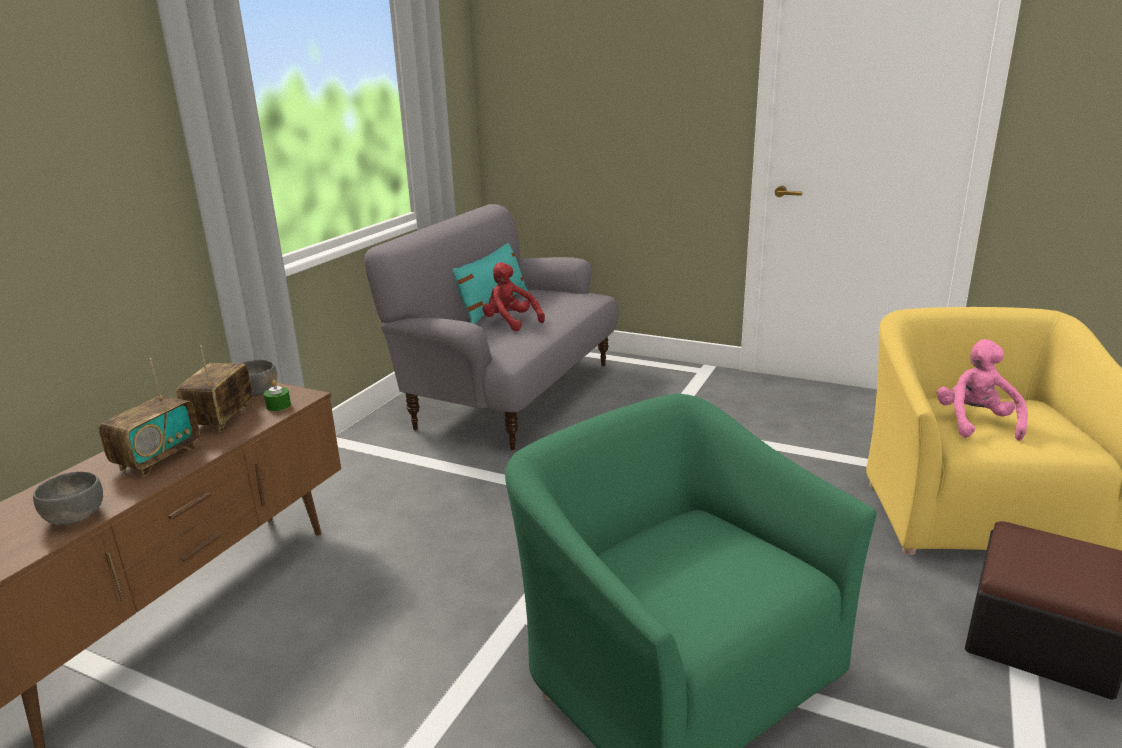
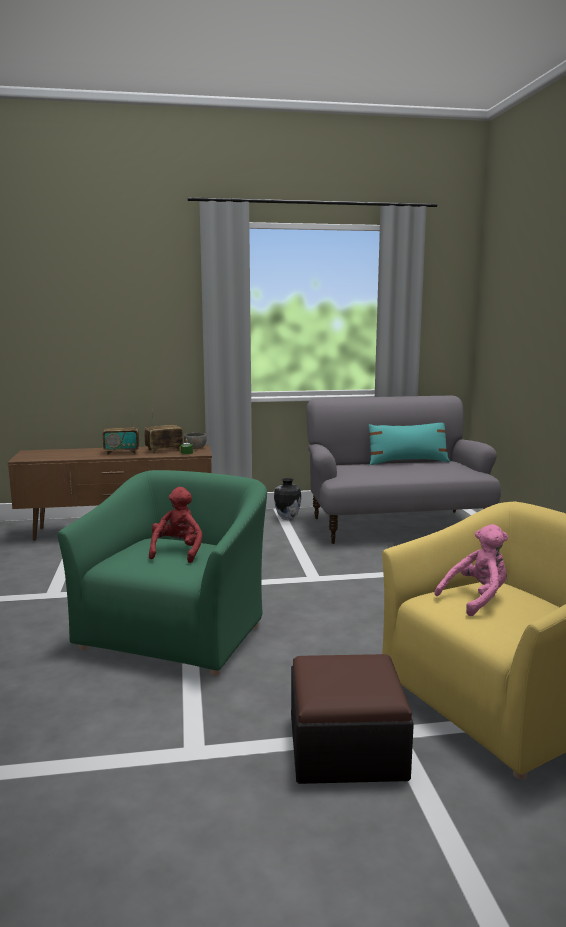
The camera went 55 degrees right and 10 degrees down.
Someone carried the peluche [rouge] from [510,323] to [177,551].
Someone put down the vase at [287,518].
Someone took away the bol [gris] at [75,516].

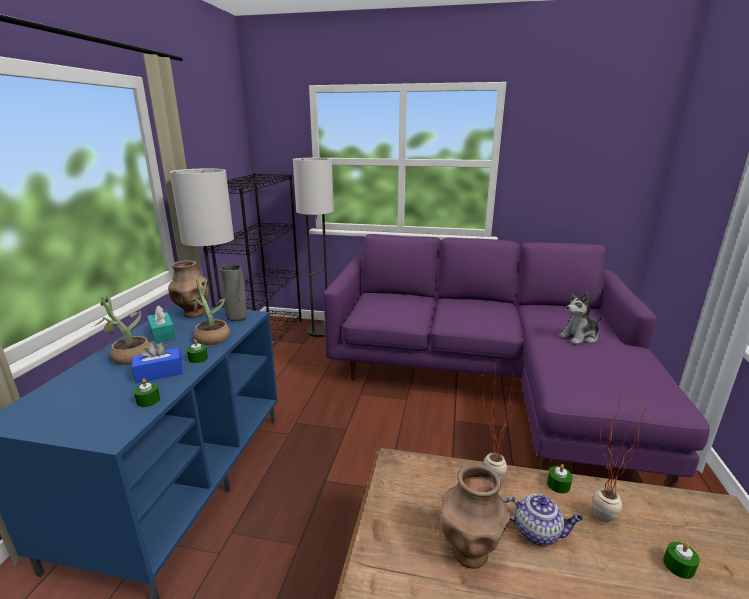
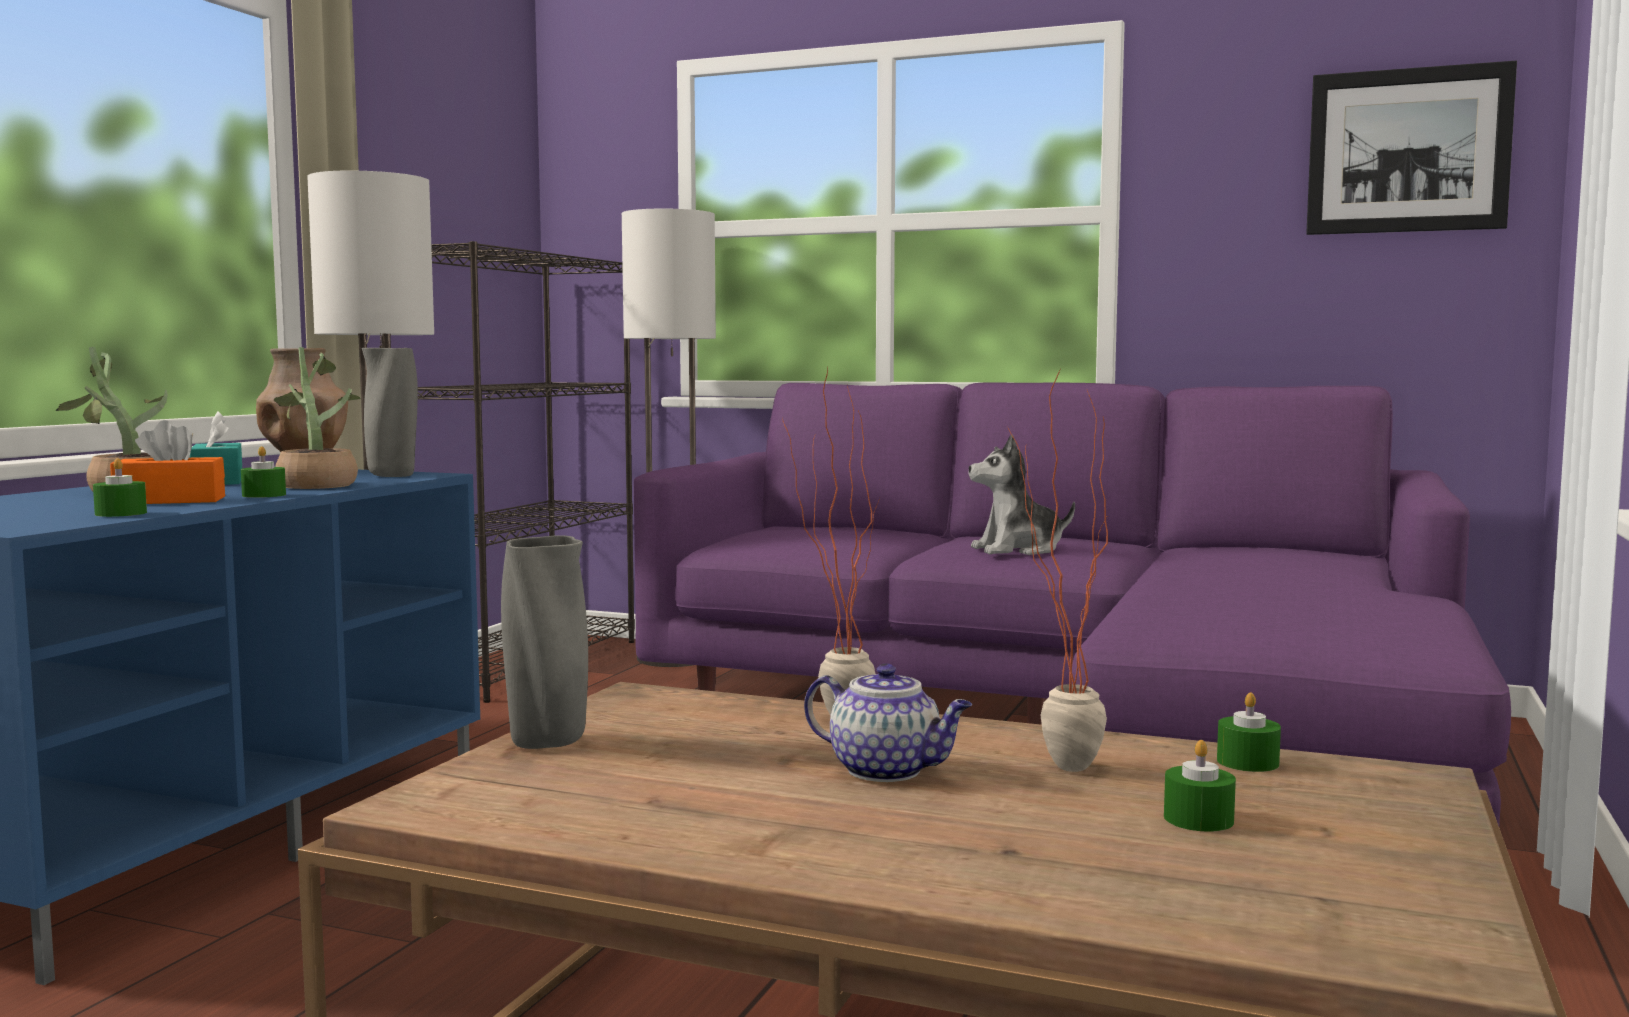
The camera went 10 degrees right and 15 degrees down.
Someone repainted the boîte à mouchoirs [bleu] at [159,373], which became the boîte à mouchoirs [orange] at [170,500].
Someone put down the vase [gris] at [547,743].
Someone carried the peluche from [579,337] to [1018,550].
Someone carried the bougie [vert] from [558,485] to [1247,762].
Someone put up the tableau at [1408,151].
Someone took away the vase [marron] at [470,551].

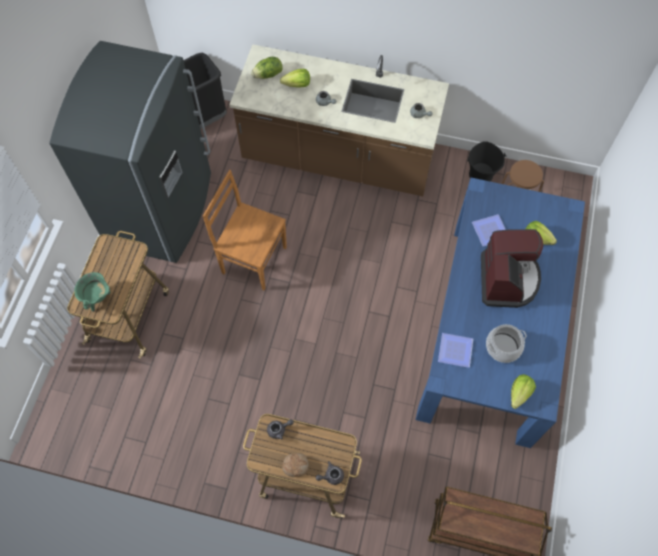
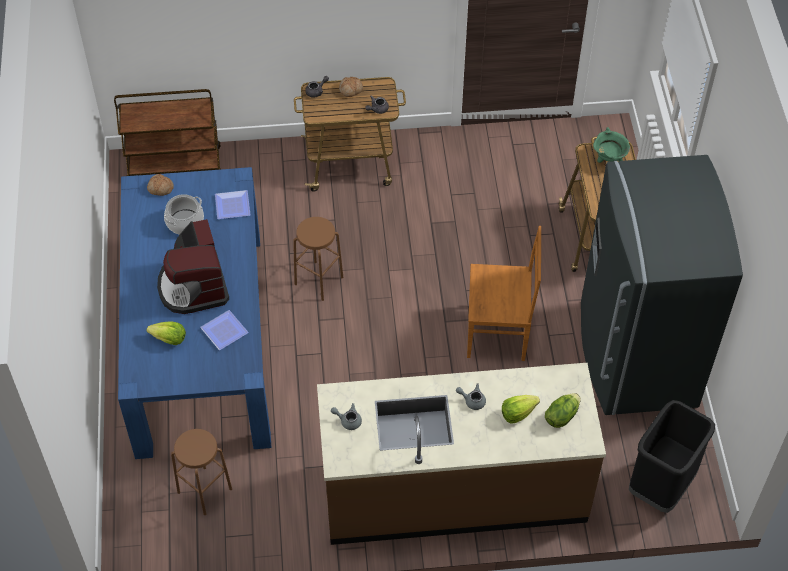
The camera went 160 degrees right and 10 degrees down.
Someone swapped the laitue at [519,393] for the pain at [160,188].
Someone put down the tabouret [marron] at [319,280].
Someone took away the seau [noir] at [481,174].

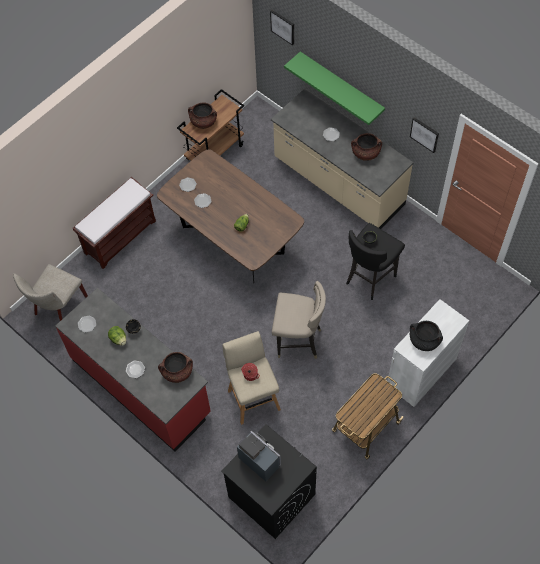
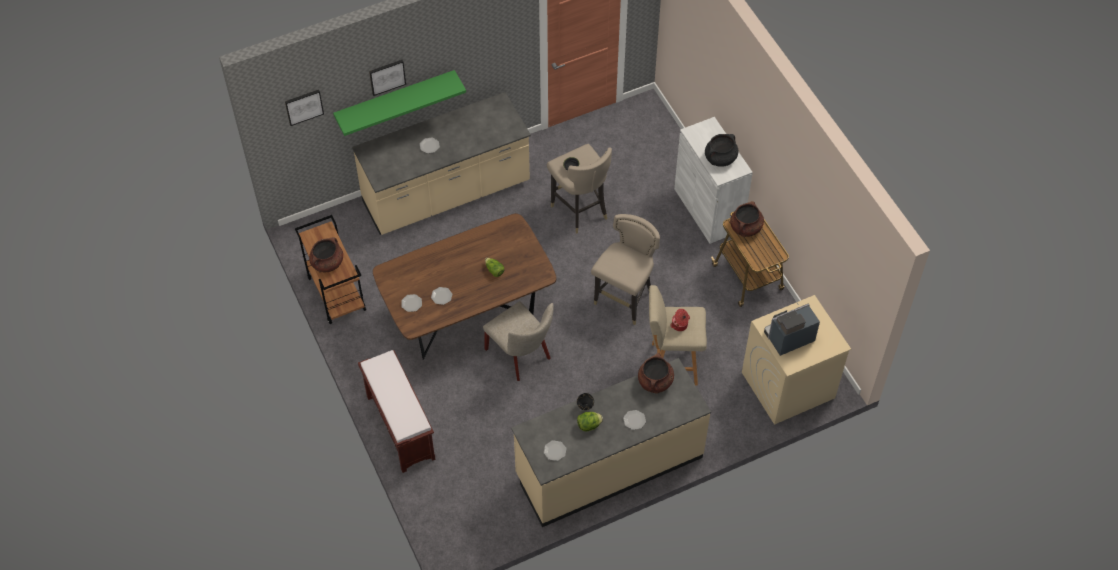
The camera went 70 degrees left and 5 degrees down.
Someone carried the tableau from [424,134] to [387,76].
Someone carried the chaise [beige] from [58,308] to [521,355].
Someone repainted the comptoir de cuisine [rouge] at [141,386], which became the comptoir de cuisine [beige] at [608,465].
Someone repainted the tabouret [noir] at [370,277], which became the tabouret [beige] at [579,210].
Someone carried the marmite [marron] from [365,153] to [745,228].
Someone repainted the lave-linge [noir] at [271,495], which became the lave-linge [beige] at [787,385].

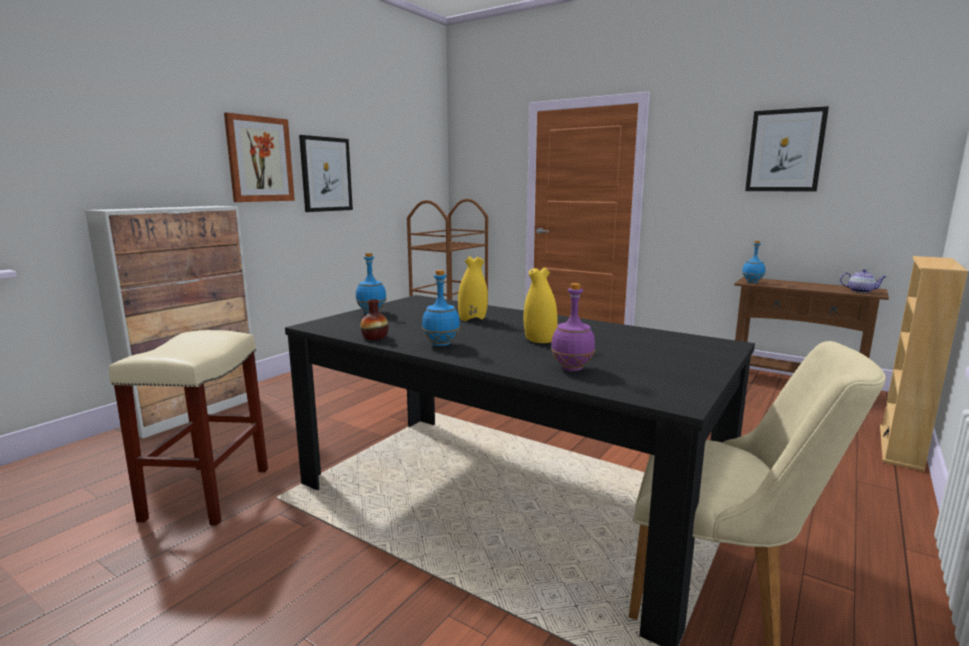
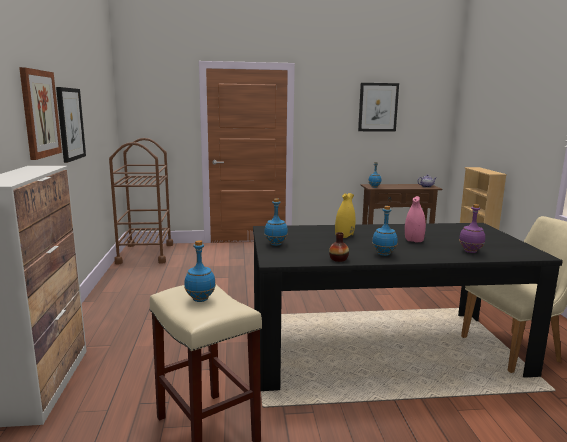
The camera went 40 degrees left and 0 degrees up.
Someone put down the bouteille [bleu] at [200,299].
Someone repainted the vase [jaune] at [540,340], which became the vase [rose] at [413,240].

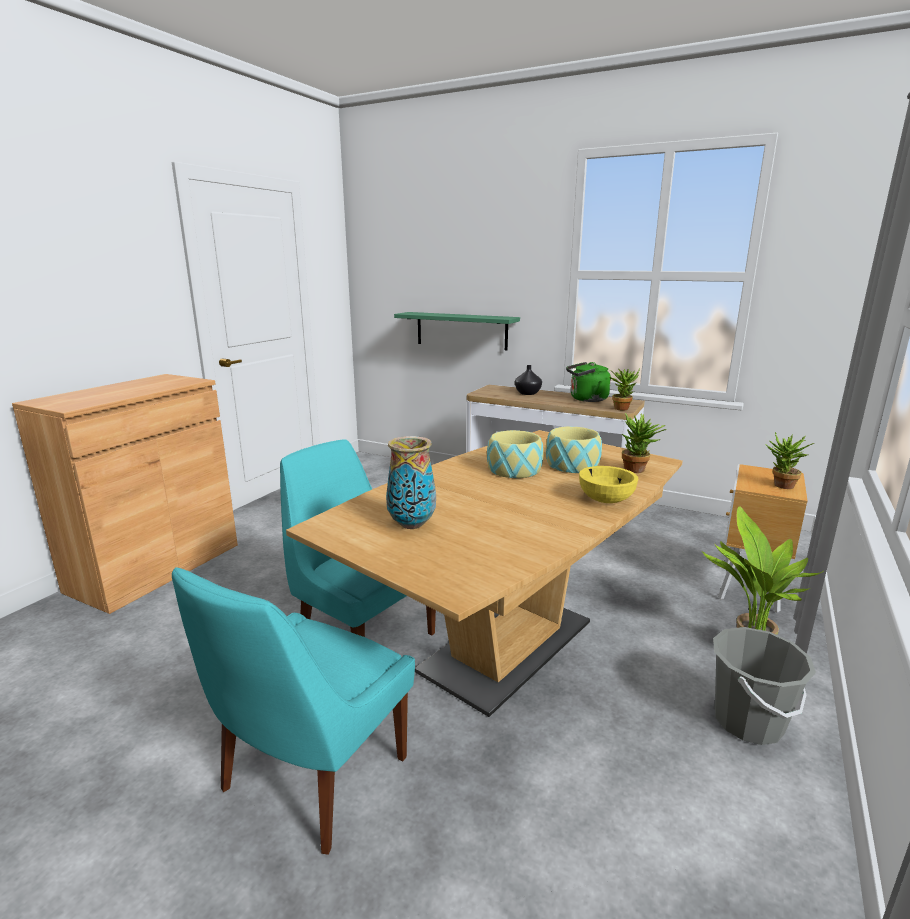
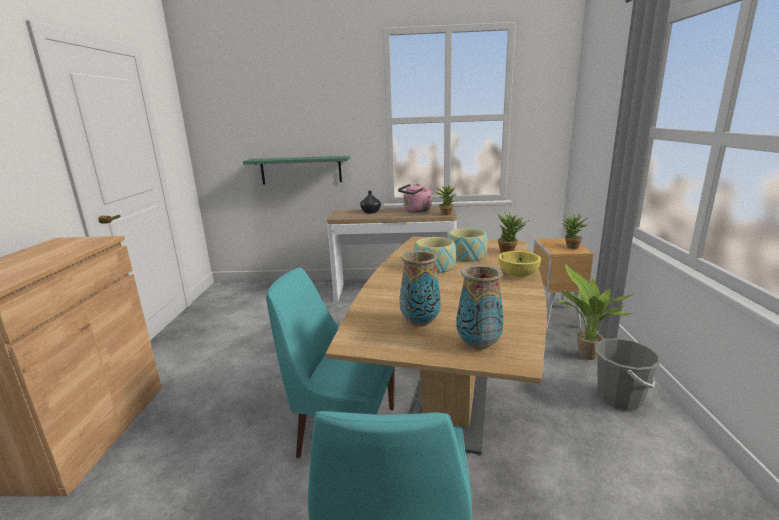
The camera went 25 degrees left and 0 degrees up.
Someone repainted the bouilloire [vert] at [586,399], which became the bouilloire [rose] at [416,211].
Someone put down the vase at [479,345].

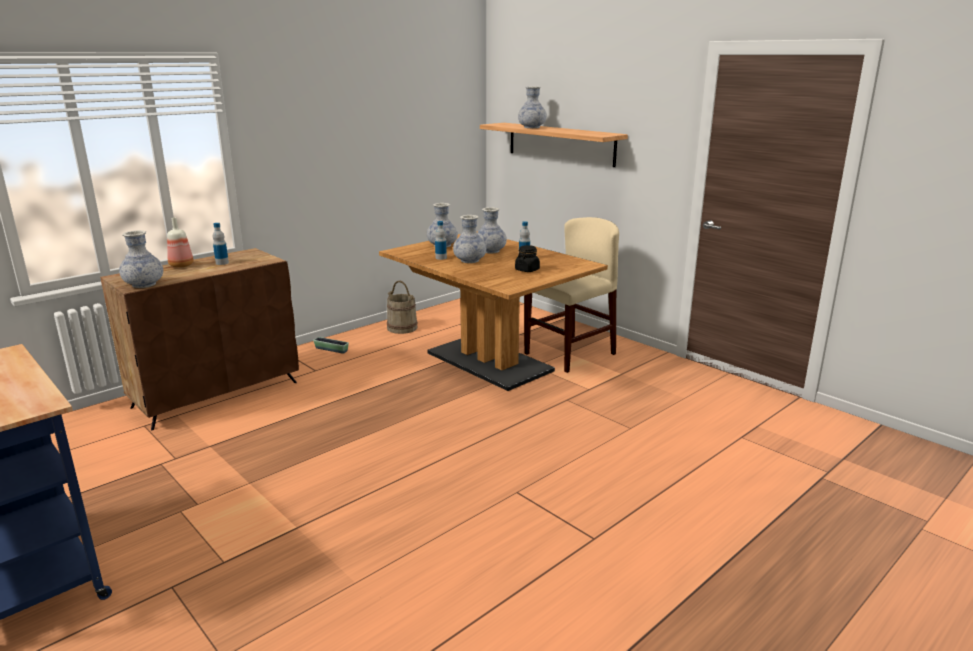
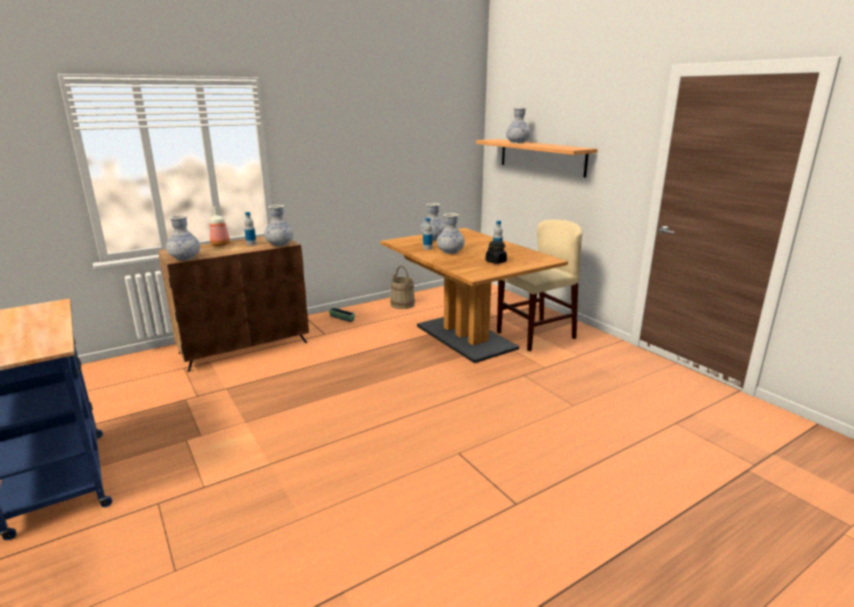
The camera went 10 degrees right and 0 degrees up.
Someone carried the vase from [490,251] to [280,244].

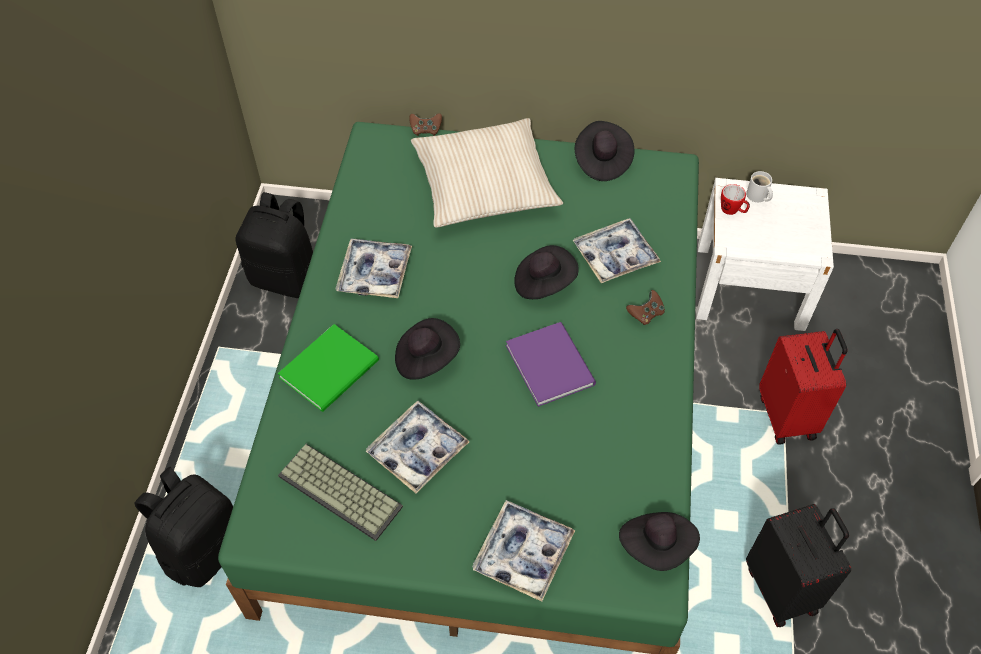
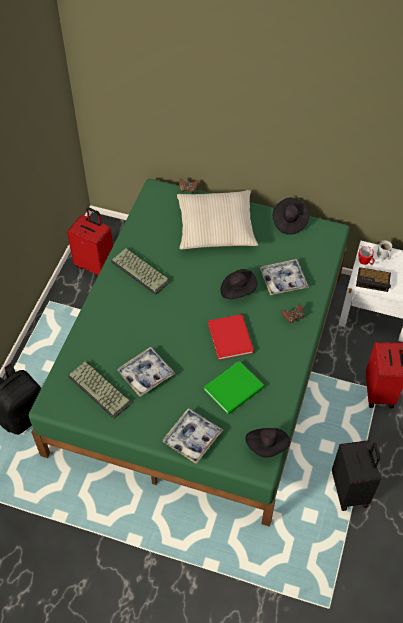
The camera went 10 degrees right and 0 degrees up.
Someone swapped the sac à dos [noir] at [287,277] for the valise [rouge] at [96,265].
Someone swapped the plateau at [375,273] for the clavier at [141,271].
Someone carried the livre [vert] from [332,368] to [235,388].
Someone repainted the livre [violet] at [550,362], which became the livre [rouge] at [231,336].
Someone put down the réveil at [373,281].
Someone took away the chapeau [noir] at [426,358].

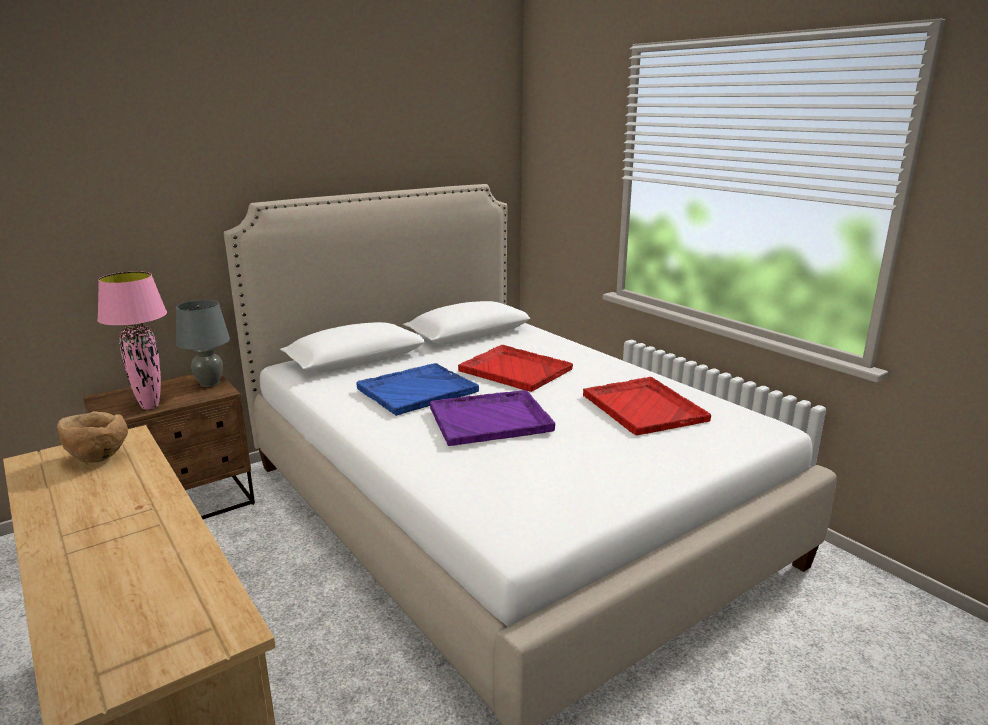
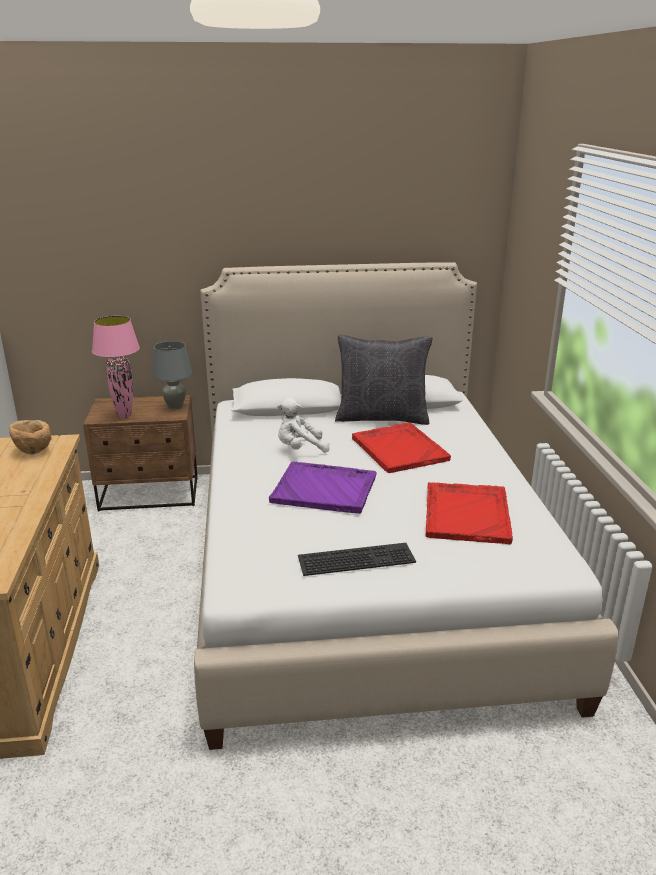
The camera went 30 degrees right and 5 degrees up.
Someone swapped the plateau [bleu] at [416,390] for the peluche [blanc] at [300,449].
Someone put down the clavier at [357,558].
Someone put down the coussin [noir] at [382,417].

